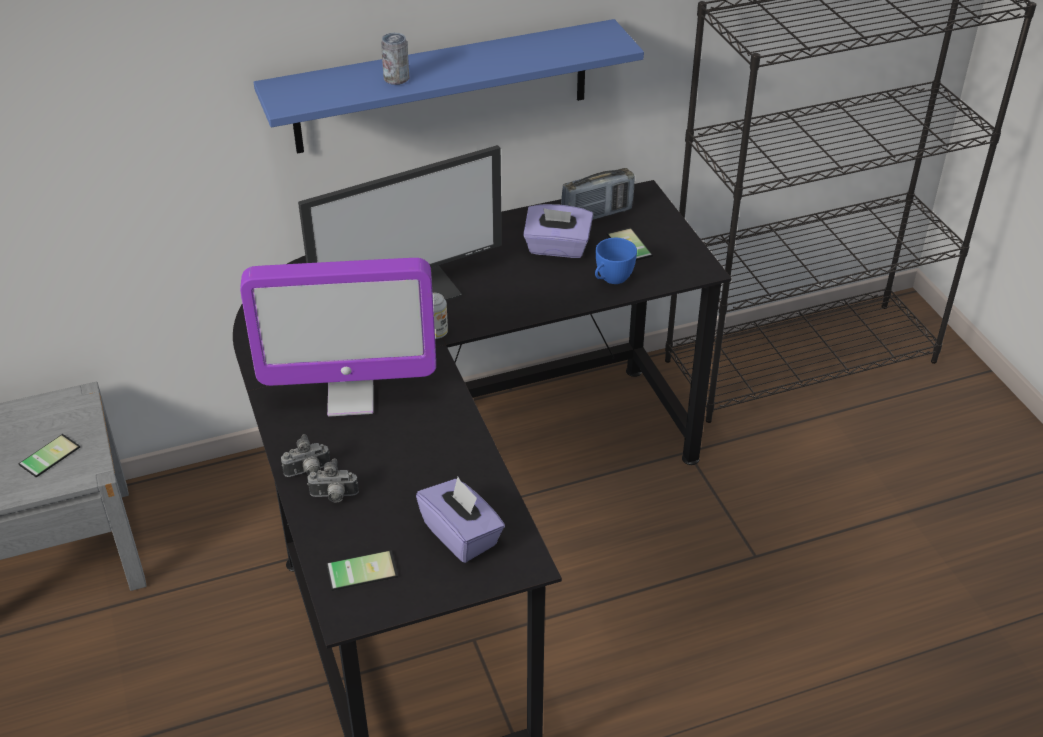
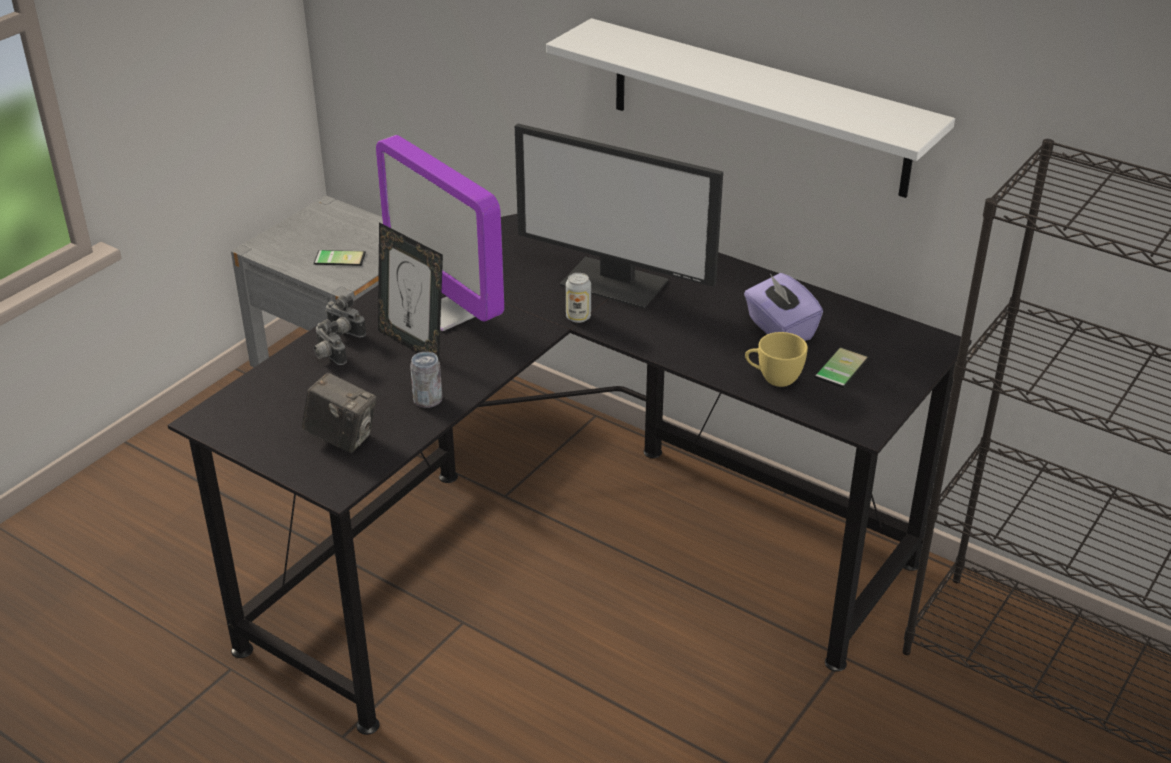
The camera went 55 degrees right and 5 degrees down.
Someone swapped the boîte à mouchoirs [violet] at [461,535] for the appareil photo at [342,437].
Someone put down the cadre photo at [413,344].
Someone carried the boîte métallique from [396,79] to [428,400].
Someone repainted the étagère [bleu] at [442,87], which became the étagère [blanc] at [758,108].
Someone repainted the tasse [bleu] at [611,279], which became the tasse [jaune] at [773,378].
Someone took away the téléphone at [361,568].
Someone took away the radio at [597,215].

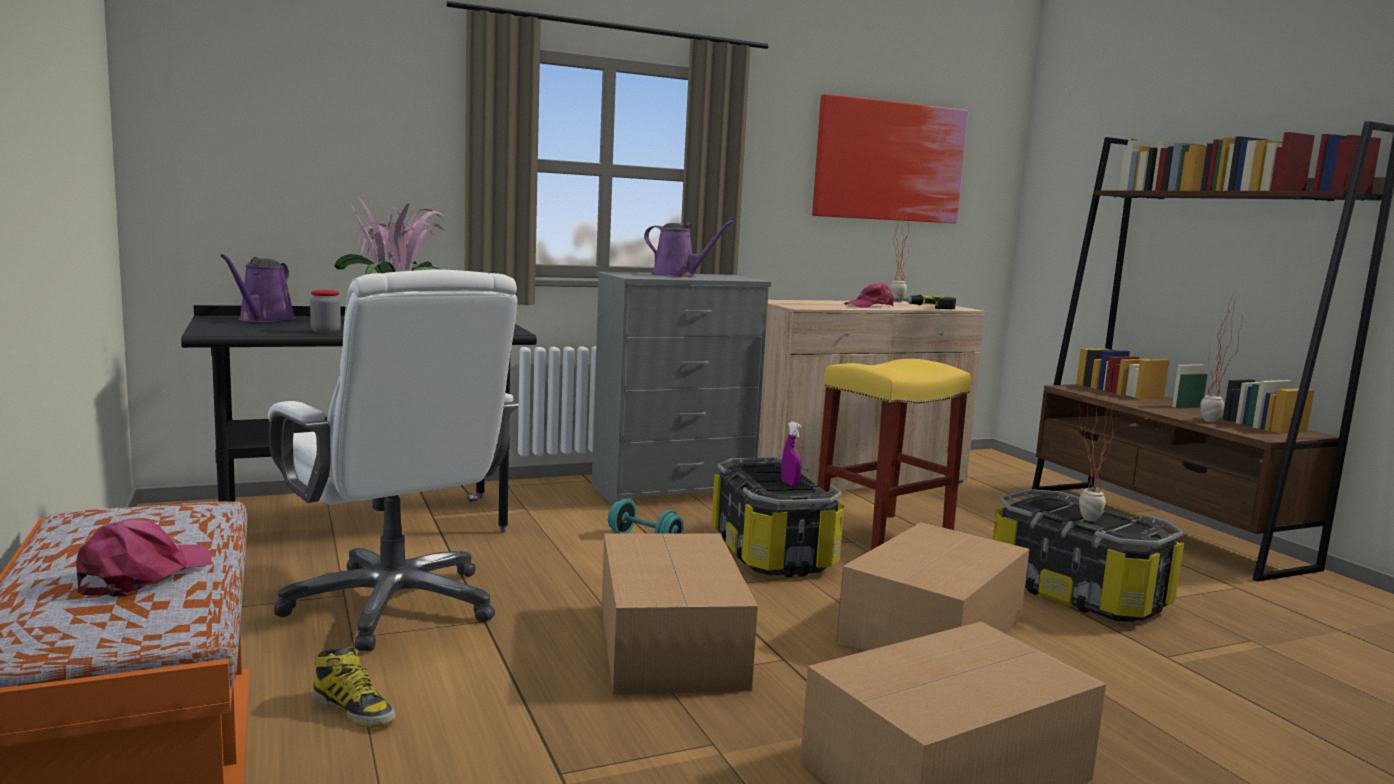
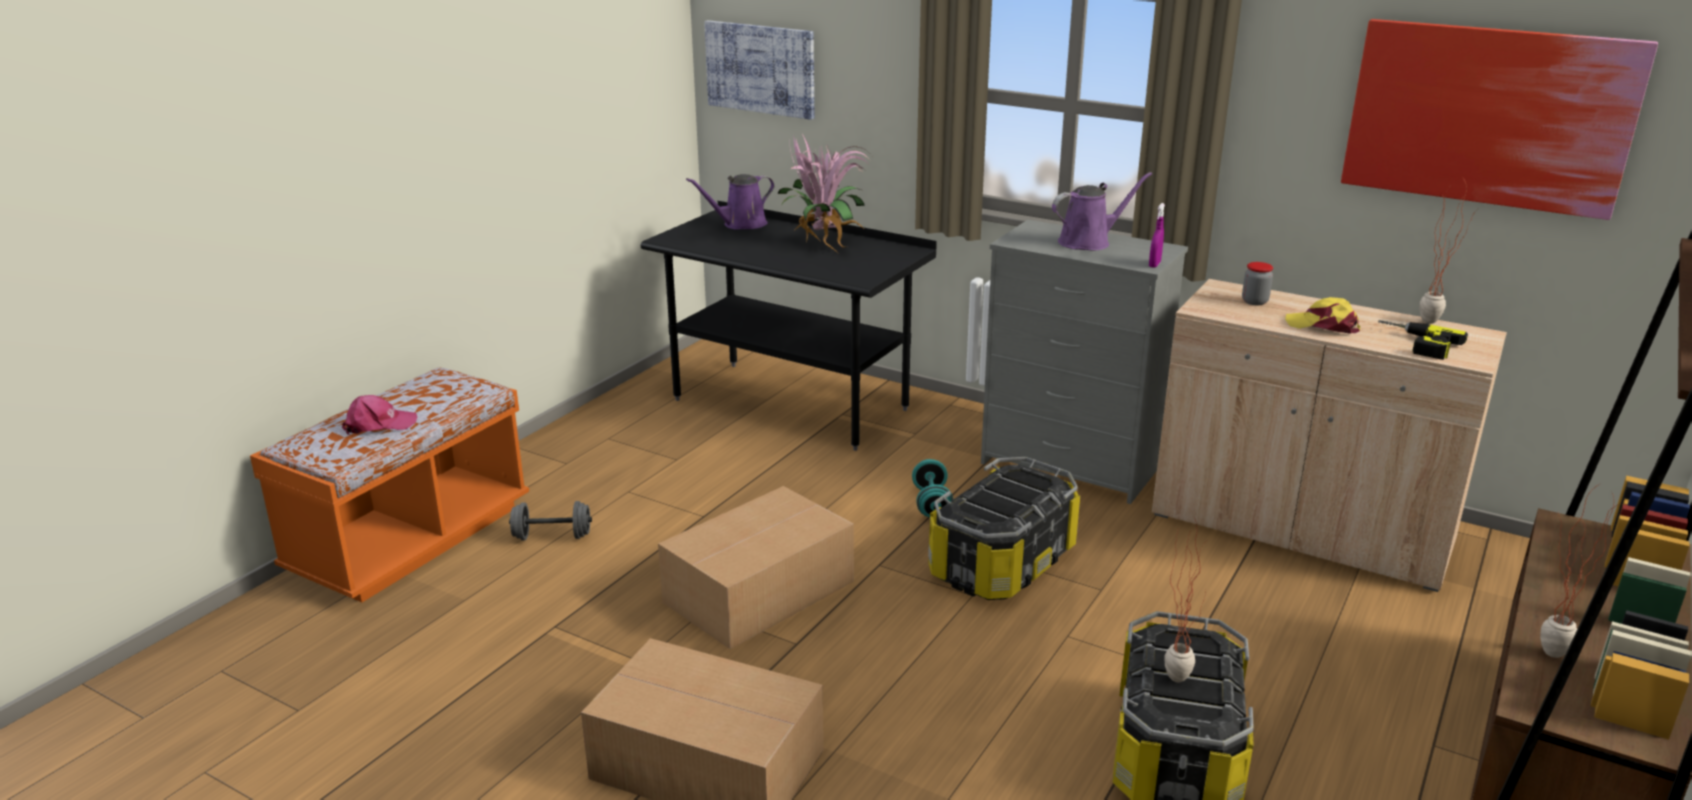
The camera went 55 degrees right and 15 degrees up.
Someone swapped the botte at [354,709] for the haltère [gris] at [552,536].
Someone put up the tableau at [760,68].
Someone rotated the arrosoir [violet] at [678,275] by 105 degrees counterclockwise.
Someone carried the vaporisateur [violet] from [790,484] to [1154,264].
Someone carried the bocal from [325,332] to [1254,301].
Someone repainted the casquette [rose] at [870,306], which became the casquette [jaune] at [1323,326].
Someone took away the chaise de bureau [blanc] at [394,605].
Someone took away the tabouret [jaune] at [883,534].
Someone took away the carton at [935,629].

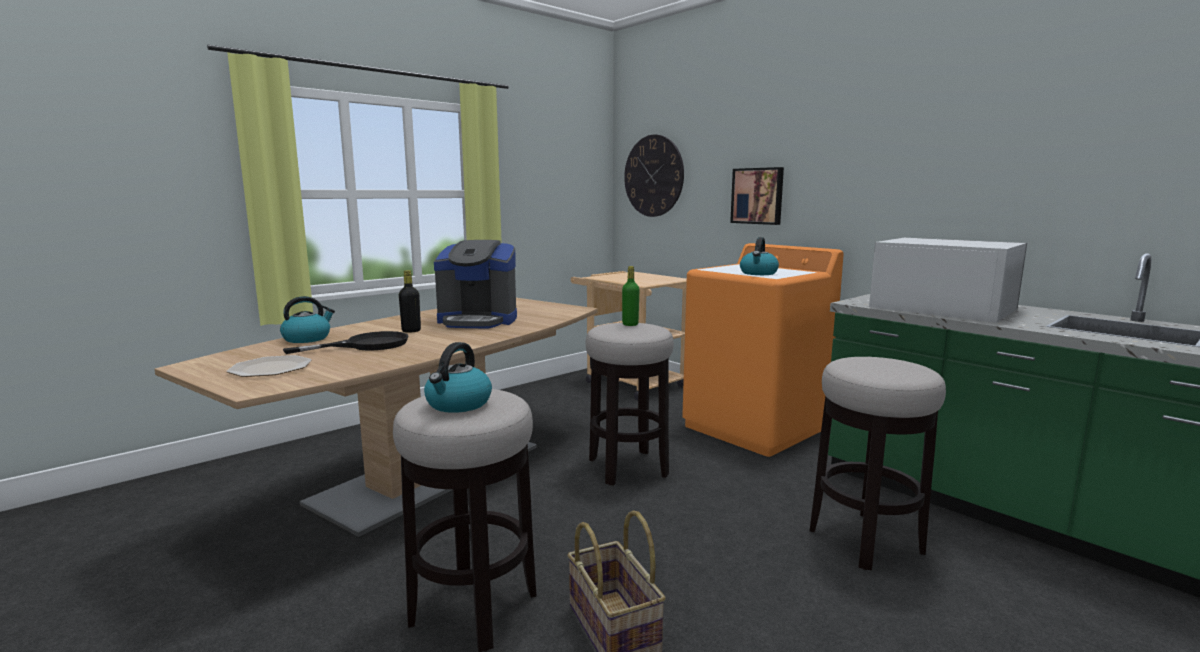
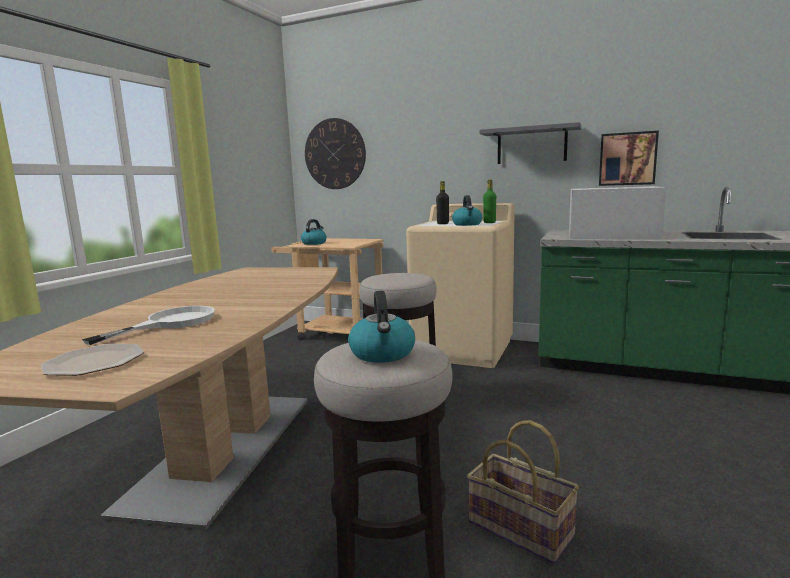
The camera went 25 degrees left and 0 degrees up.
Someone repainted the poêle [noir] at [366,345], which became the poêle [blanc] at [170,323].
Someone carried the bouilloire from [307,338] to [314,243].
Someone repainted the lave-linge [orange] at [755,427], which became the lave-linge [beige] at [463,349].
Someone carried the bouteille [noir] from [411,331] to [442,223].
Someone put up the étagère [gris] at [531,145].
Someone carried the bouteille [vert] from [630,324] to [489,222].
Someone carried the tableau from [758,196] to [627,159].
Someone took away the machine à café at [478,321].
Someone took away the tabouret at [865,540].

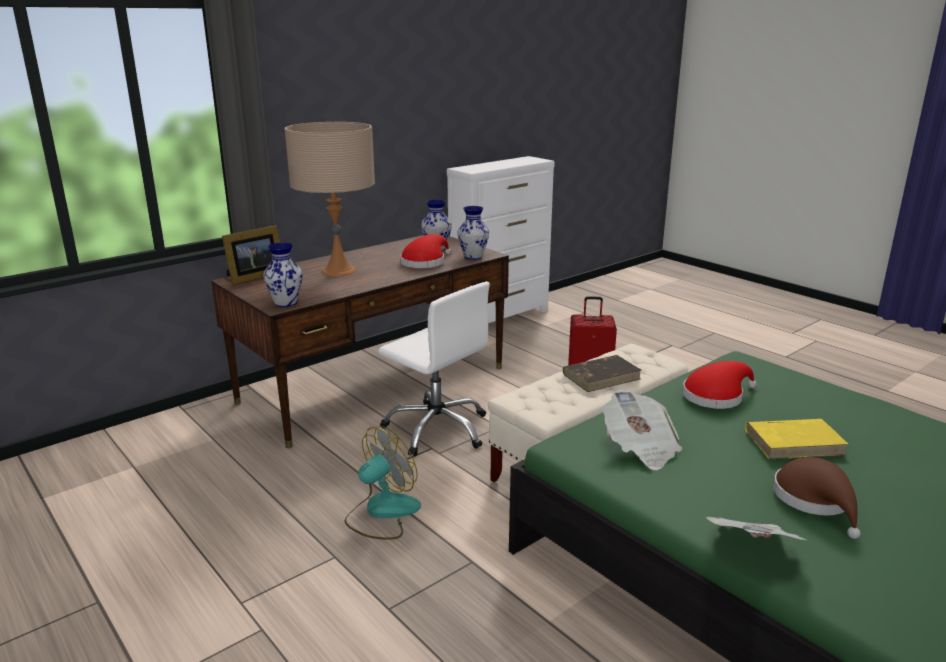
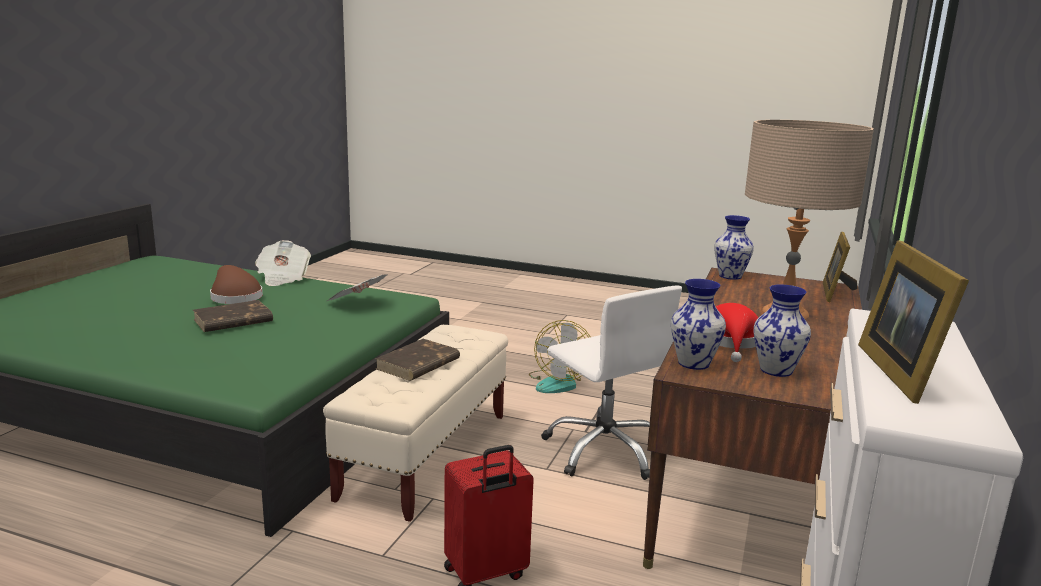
The camera went 150 degrees right and 5 degrees down.
Someone repainted the livre [jaune] at [794,442], which became the livre [marron] at [232,321].
Someone rotated the chaise de bureau [blanc] at [437,429] by 135 degrees counterclockwise.
Someone put down the cadre photo at [903,371].
Someone took away the chapeau [rouge] at [716,396].

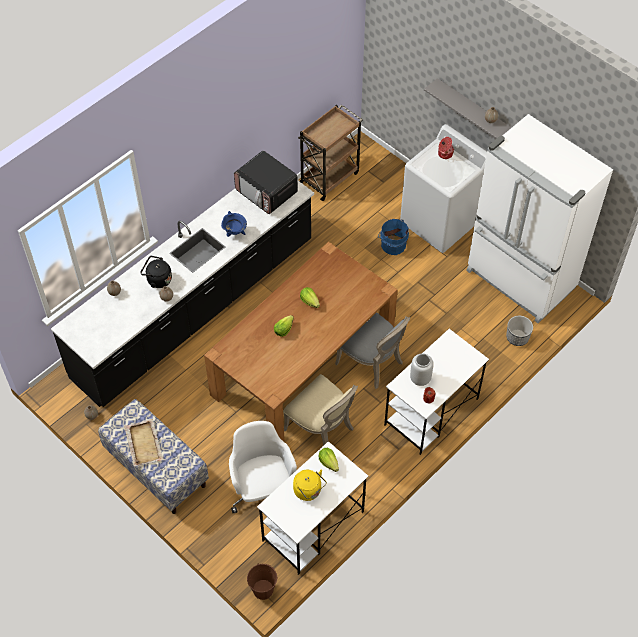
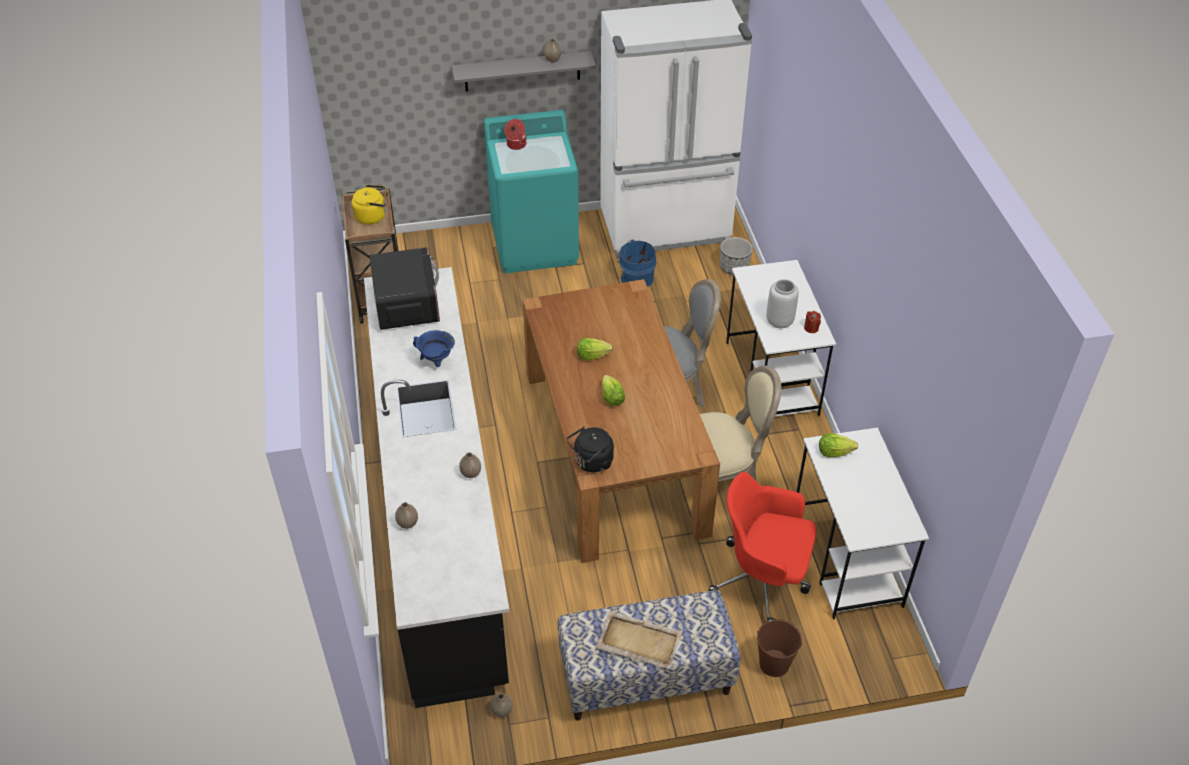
The camera went 55 degrees left and 10 degrees down.
Someone carried the bouilloire [jaune] from [309,491] to [372,216].
Someone rotated the micro-ondes at [266,192] by 90 degrees counterclockwise.
Someone repainted the lave-linge [blanc] at [440,222], which became the lave-linge [turquoise] at [535,244].
Someone carried the bouilloire [noir] from [157,279] to [591,462].
Someone carried the seau [bleu] from [392,244] to [635,278].
Someone repainted the chaise de bureau [blanc] at [263,490], which became the chaise de bureau [rouge] at [762,581].
Someone carried the seau [marron] from [263,590] to [774,664].

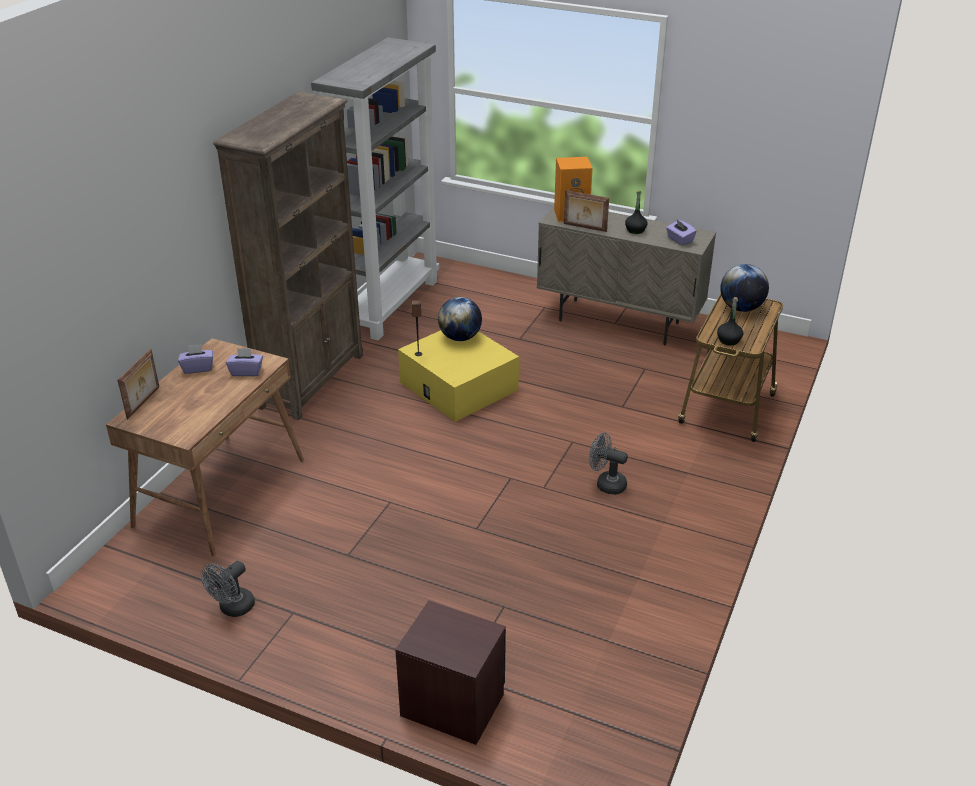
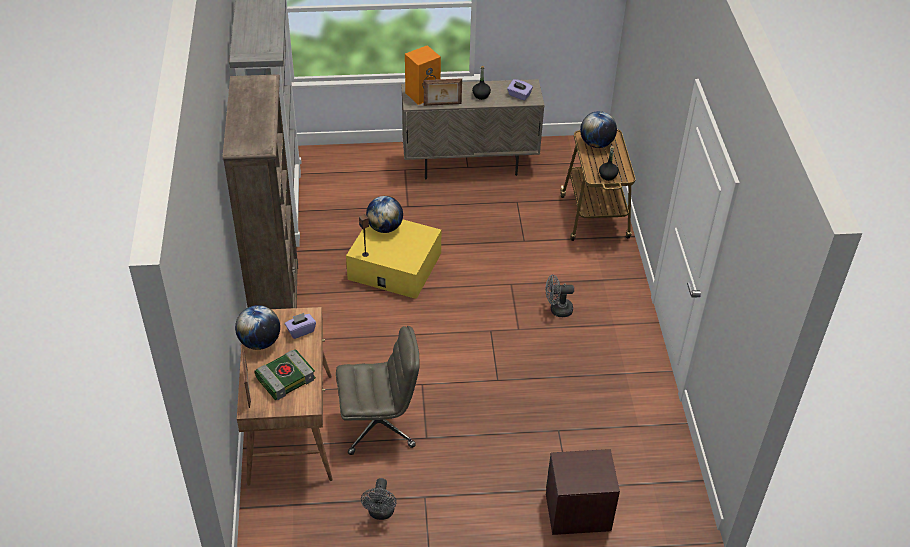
The camera went 30 degrees left and 10 degrees up.
Someone swapped the boîte à mouchoirs [violet] at [198,368] for the globe at [260,342].
Someone put down the livre at [286,377].
Someone put down the chaise de bureau [gris] at [379,425].

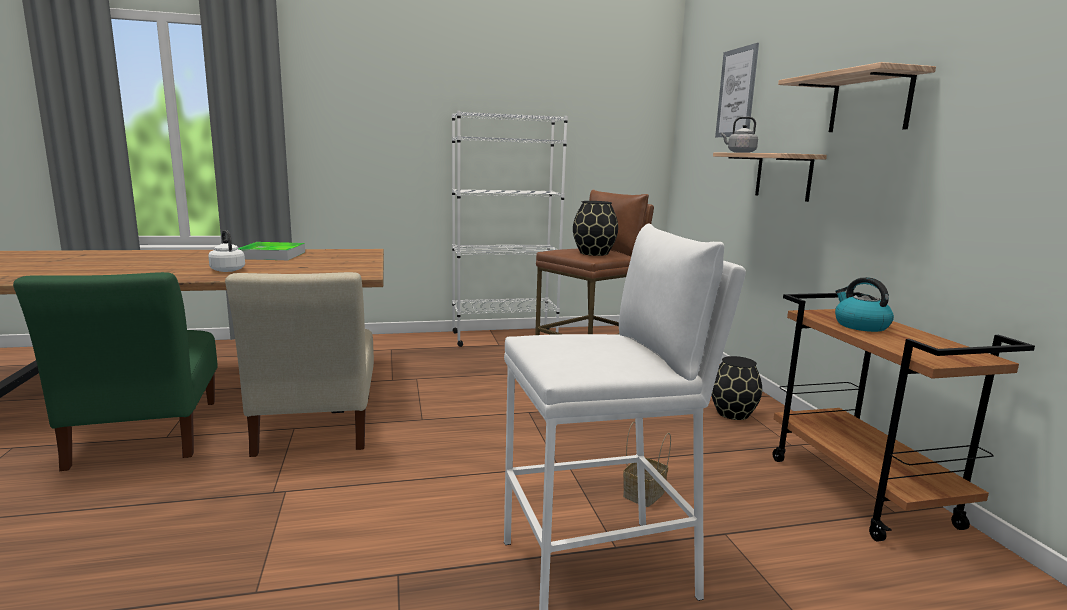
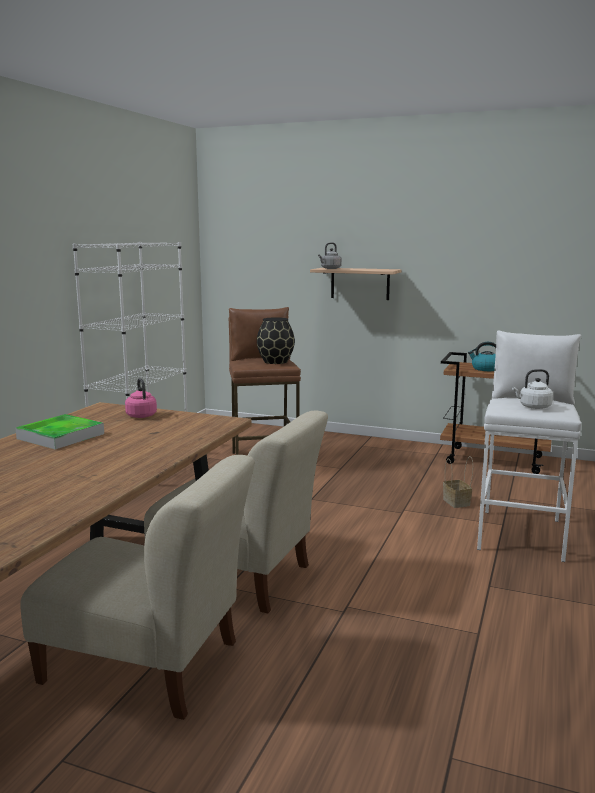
The camera went 55 degrees left and 0 degrees up.
Someone repainted the chaise [vert] at [145,436], which became the chaise [beige] at [148,665].
Someone put down the bouilloire [rose] at [141,415].
Someone carried the bouilloire [blanc] from [227,270] to [533,407].
Someone took away the vase [noir] at [733,413].
Someone took away the tableau at [736,93].
Someone took away the étagère at [869,103].

